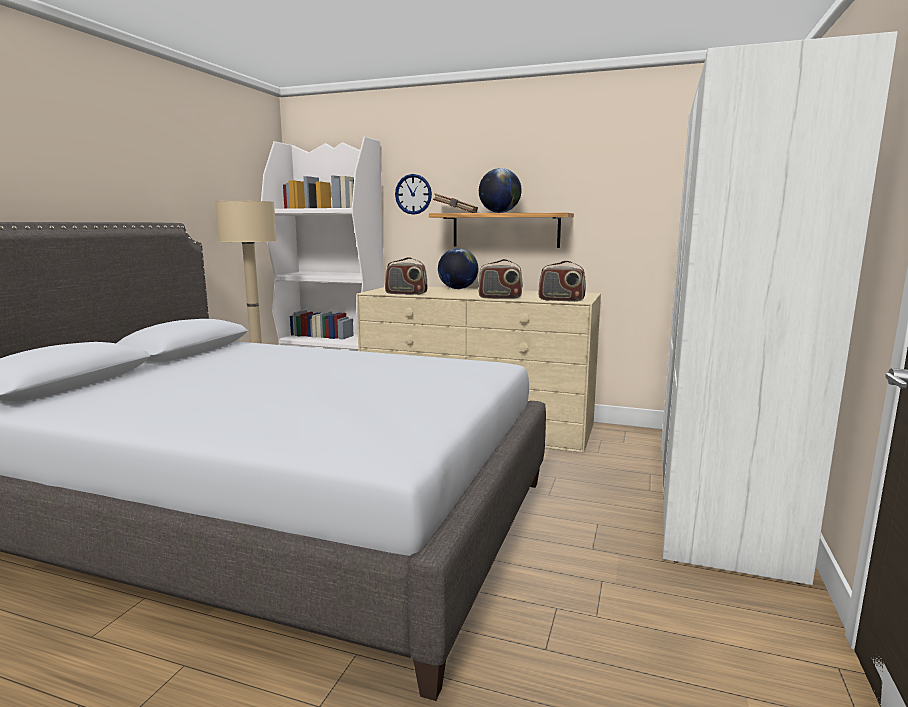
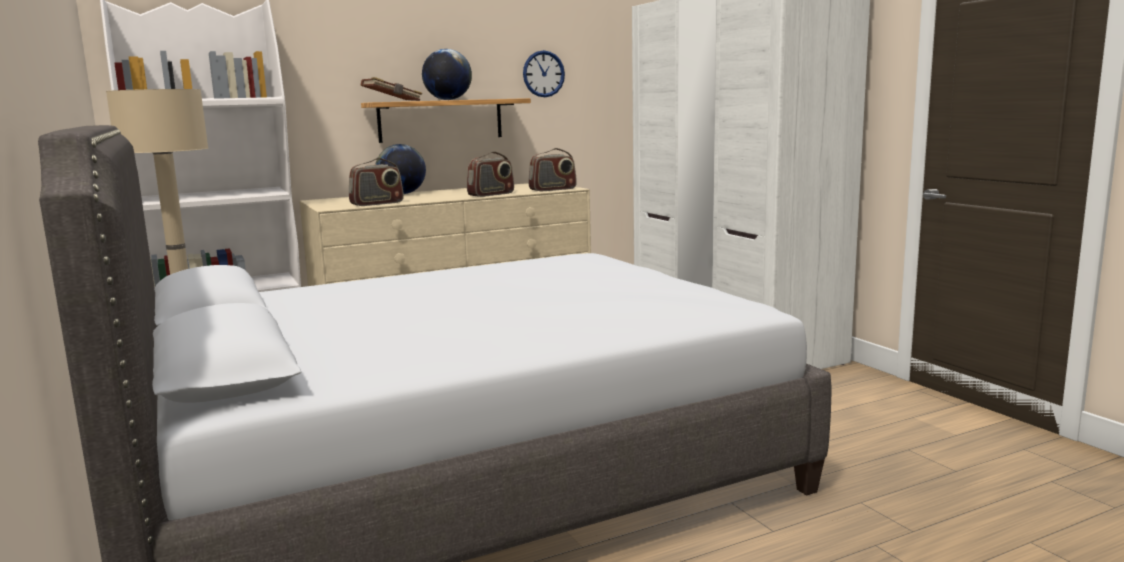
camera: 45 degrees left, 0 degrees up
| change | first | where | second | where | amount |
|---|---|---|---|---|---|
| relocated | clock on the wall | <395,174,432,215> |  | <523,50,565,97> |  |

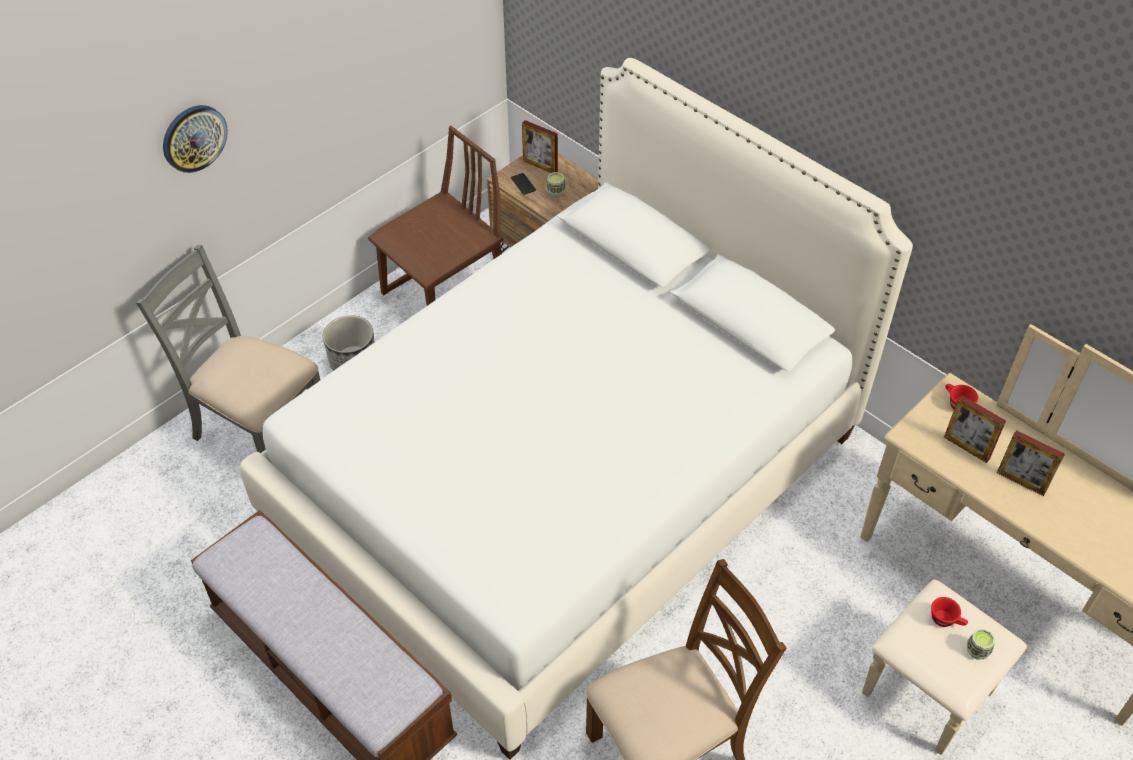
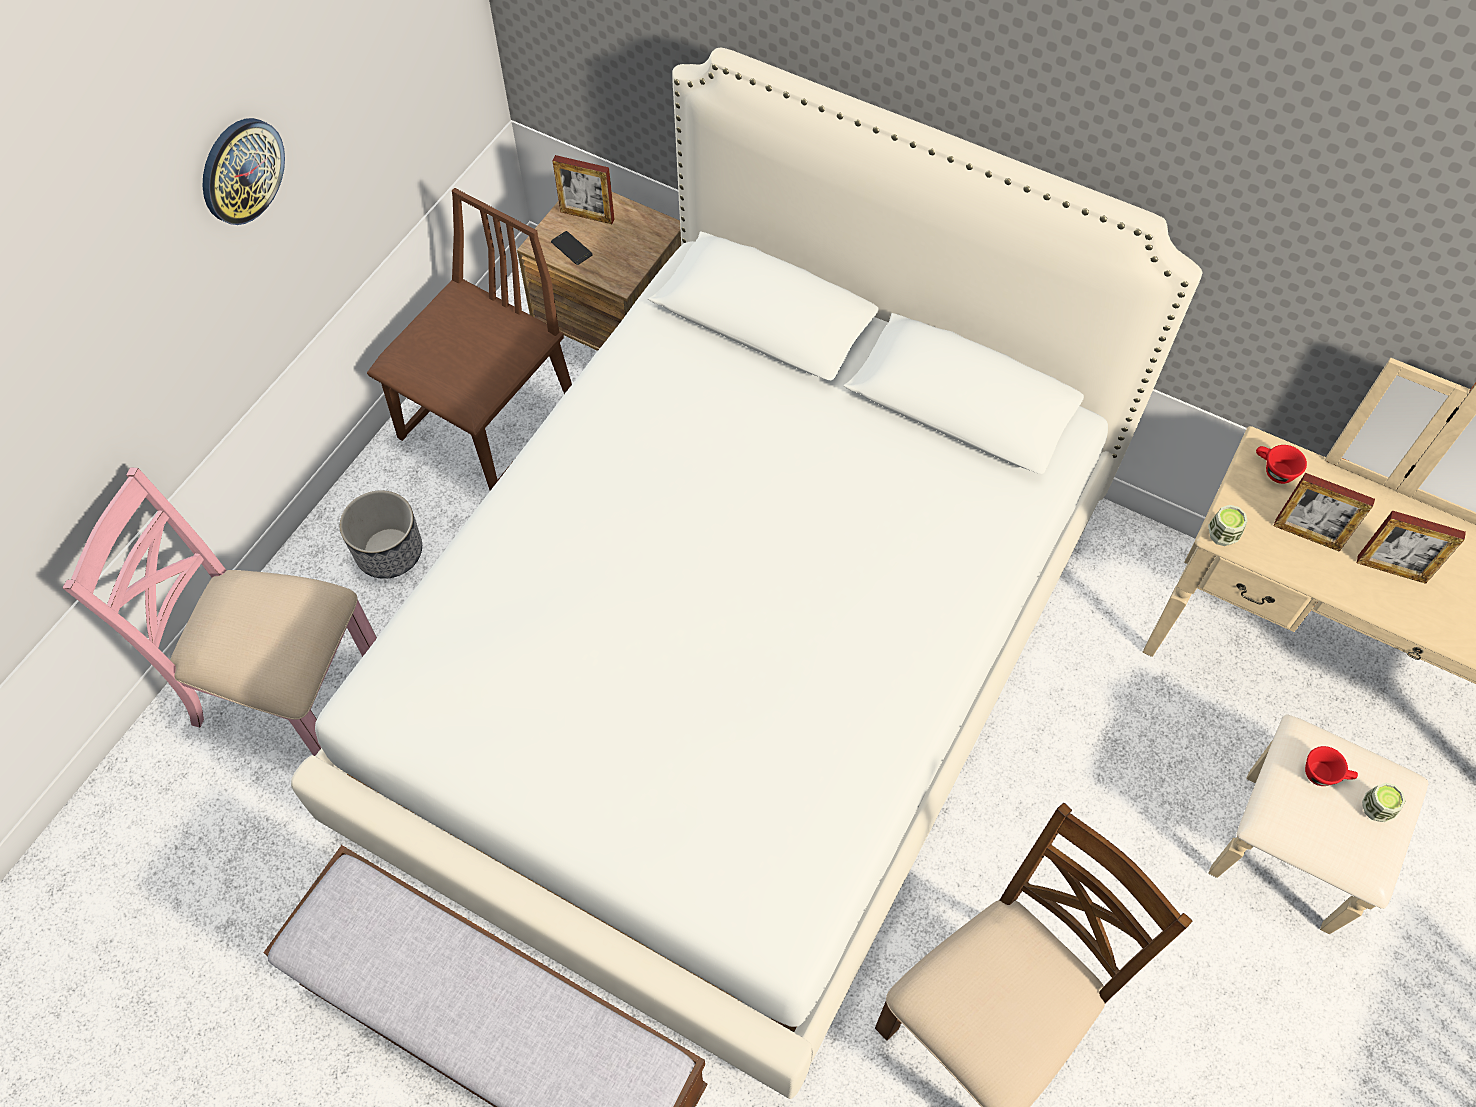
camera: 15 degrees left, 10 degrees up
| change | first | where | second | where | amount |
|---|---|---|---|---|---|
| relocated | clock on the wall | <163,105,228,173> |  | <202,118,285,225> |  |
| relocated | cup | <546,172,566,198> |  | <1208,505,1248,546> |  |
| colour | upright chair/greyish | <136,245,320,453> | upright chair/pinkish | <62,468,377,756> |  |

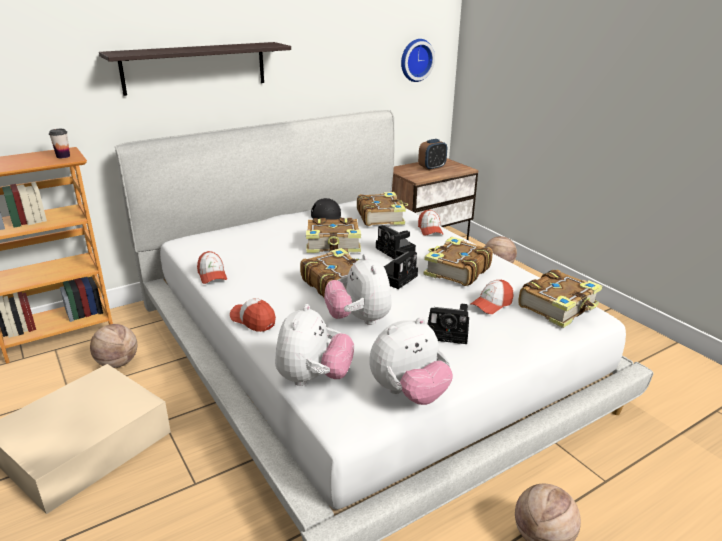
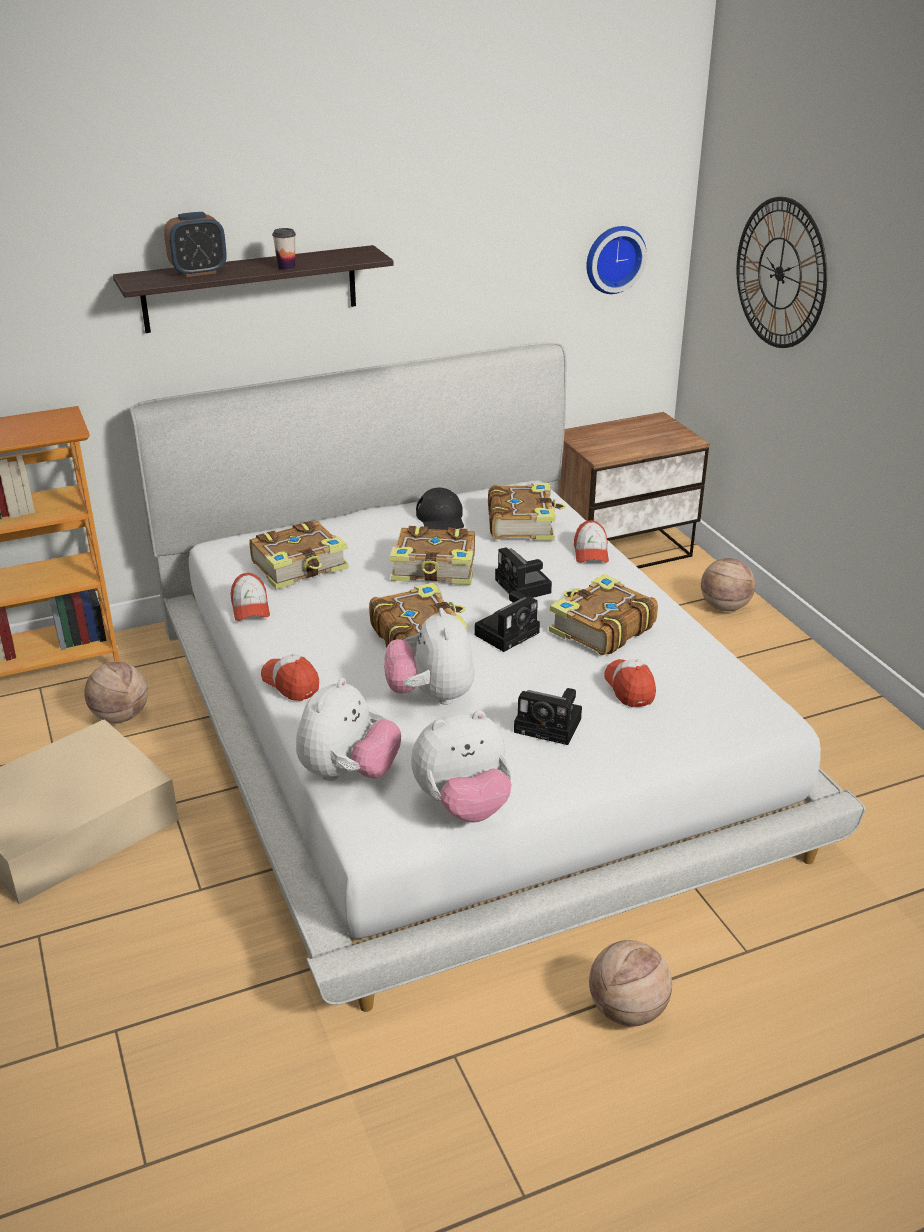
camera: 10 degrees right, 5 degrees up
| change | first | where | second | where | amount |
|---|---|---|---|---|---|
| relocated | cup | <49,129,70,158> |  | <272,228,296,270> |  |
| relocated | table clock | <418,139,447,171> |  | <164,212,227,277> |  |
| relocated | book | <518,269,602,328> |  | <249,521,349,590> |  |
| spun | peaked cap | <470,280,513,314> |  | <604,659,656,707> | 105 degrees clockwise |
| appeared |  |  | clock on the wall | <737,197,827,348> |  |

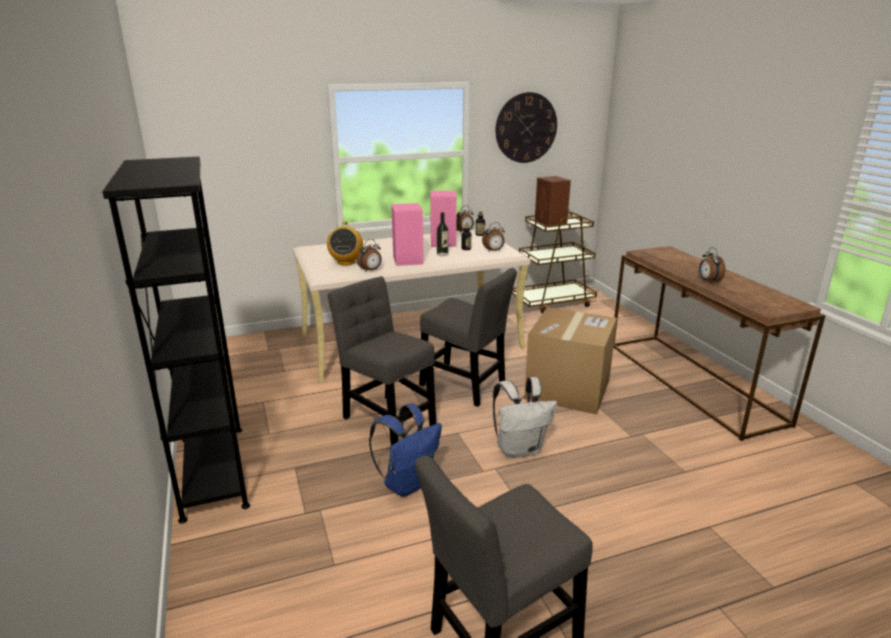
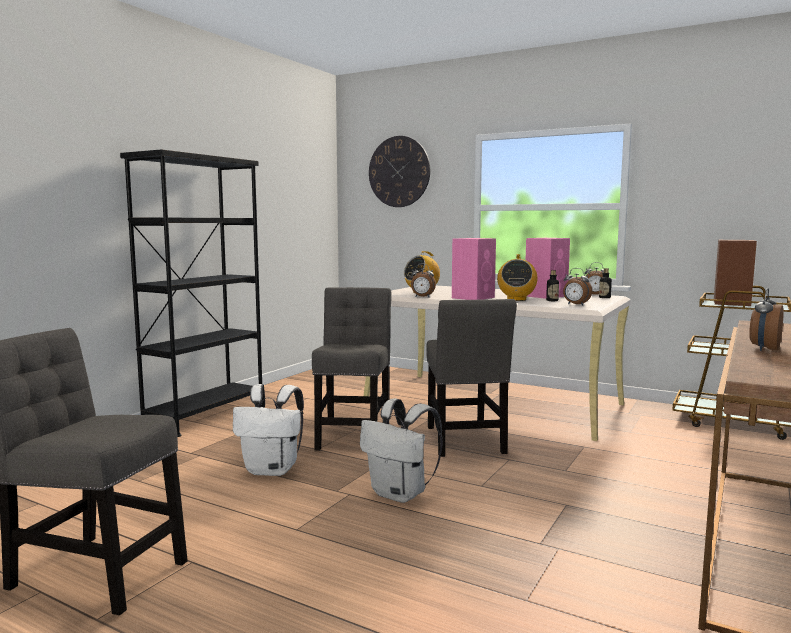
camera: 50 degrees right, 15 degrees down
| change | first | where | second | where | amount |
|---|---|---|---|---|---|
| relocated | clock on the wall | <495,92,557,163> |  | <369,136,430,207> |  |
| exchanged | beverage bottle | <437,212,448,256> | radio receiver | <497,254,538,301> |  |
| missing | cardboard box | <524,307,617,415> |  |  |  |
| colour | backpack/bluish | <369,403,442,497> | backpack/white-coloured | <233,384,304,476> |  |

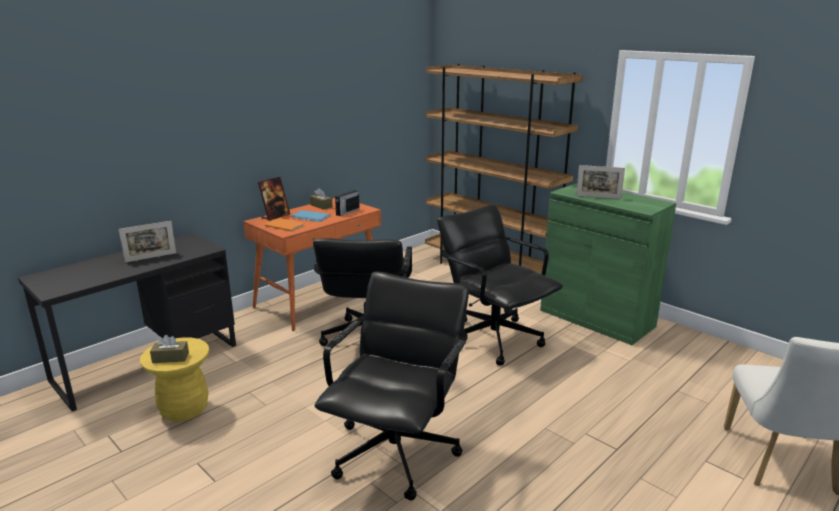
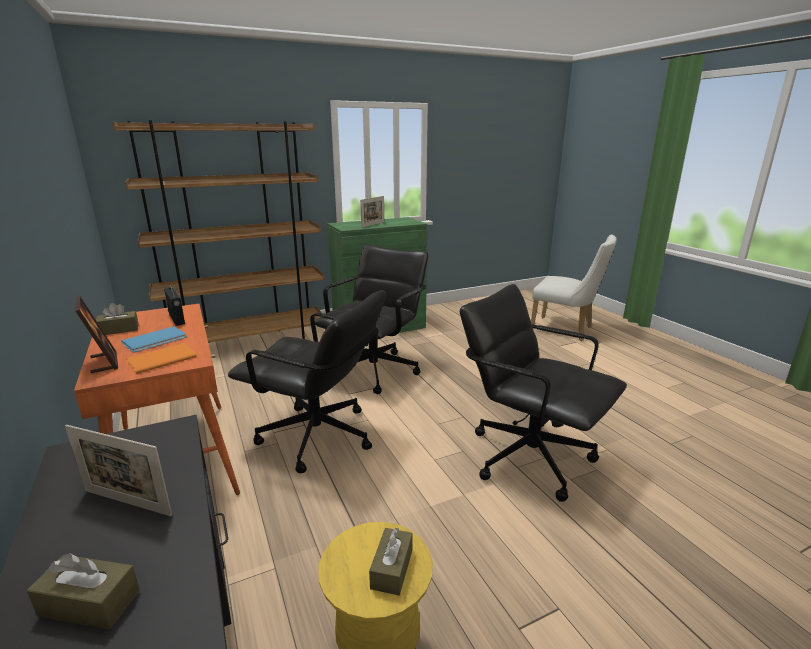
camera: 70 degrees left, 0 degrees up
| change | first | where | second | where | amount |
|---|---|---|---|---|---|
| spun | desk chair/black-coloured | <437,204,563,365> |  | <315,245,428,394> | 135 degrees clockwise |
| spun | photo frame | <118,221,176,263> |  | <65,425,172,516> | 120 degrees clockwise |
| appeared |  |  | tissue box/brown | <27,553,140,629> |  |

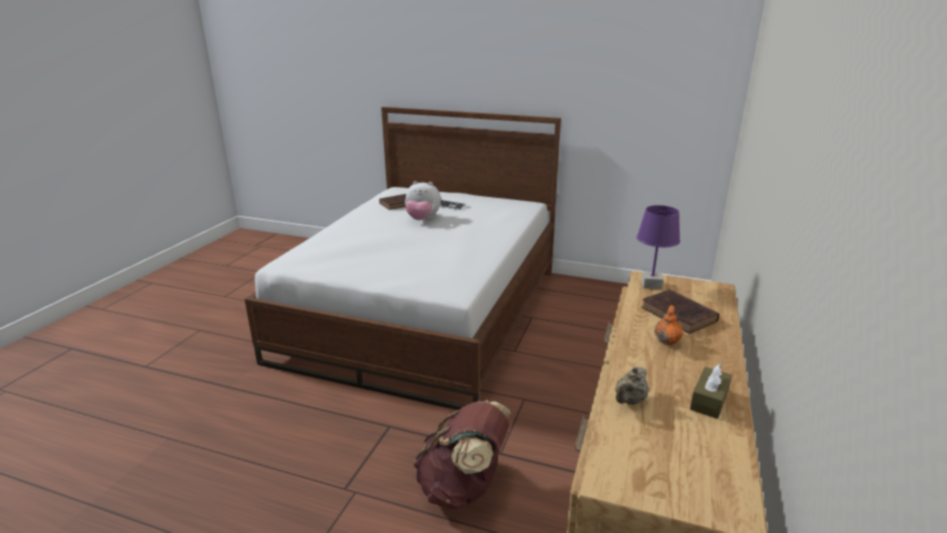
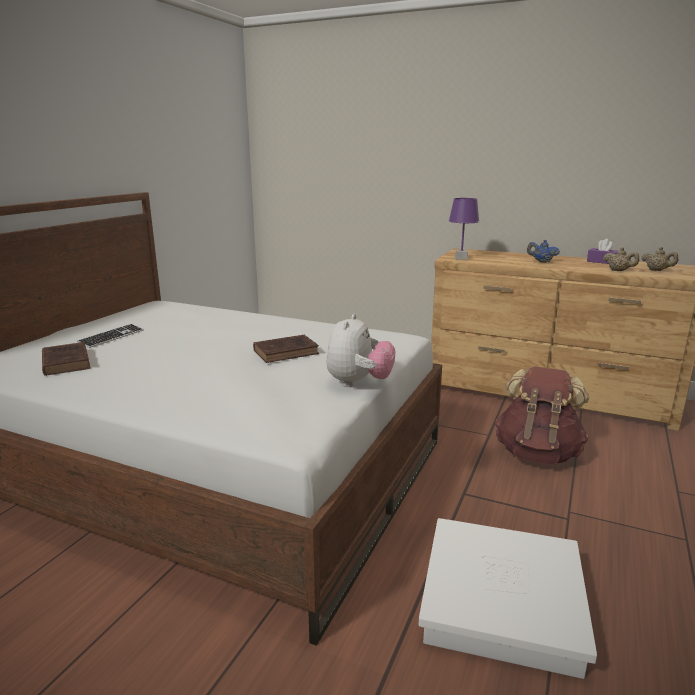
camera: 85 degrees left, 5 degrees down
| change | first | where | second | where | amount |
|---|---|---|---|---|---|
| relocated | cuddly toy | <405,181,441,220> |  | <326,314,395,387> |  |
| relocated | book/brown | <641,289,719,334> |  | <253,335,319,363> |  |
| colour | tea pot/orange-coloured | <654,305,683,346> | tea pot/bluish | <527,240,560,263> |  |
| colour | tissue box/brown | <690,364,732,419> | tissue box/purplish | <587,239,618,264> |  |
| appeared |  |  | tea pot/beige | <641,247,678,271> |  |
| appeared |  |  | storage bin/white-coloured | <419,518,597,679> |  |

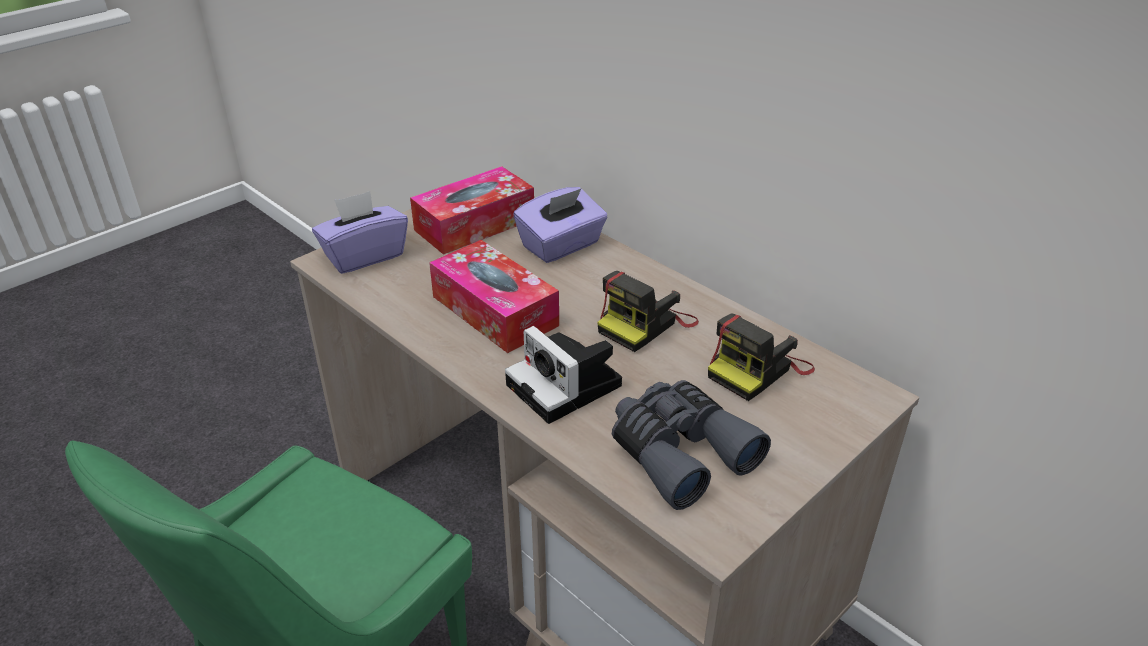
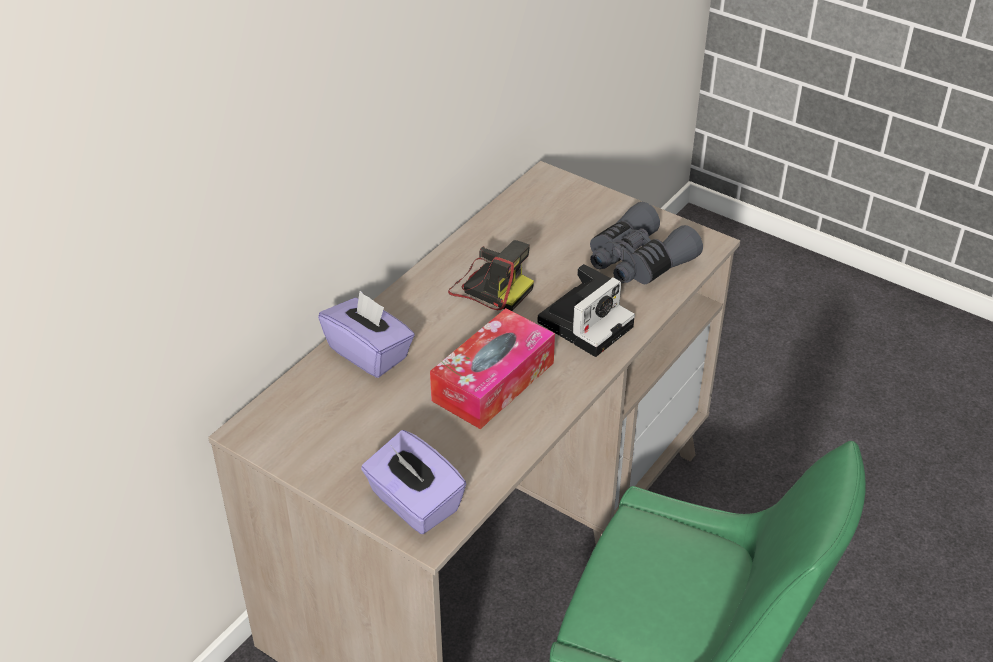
camera: 100 degrees left, 5 degrees up
| change | first | where | second | where | amount |
|---|---|---|---|---|---|
| missing | tissue box | <410,166,534,255> |  |  |  |
| missing | still camera | <708,313,815,401> |  |  |  |

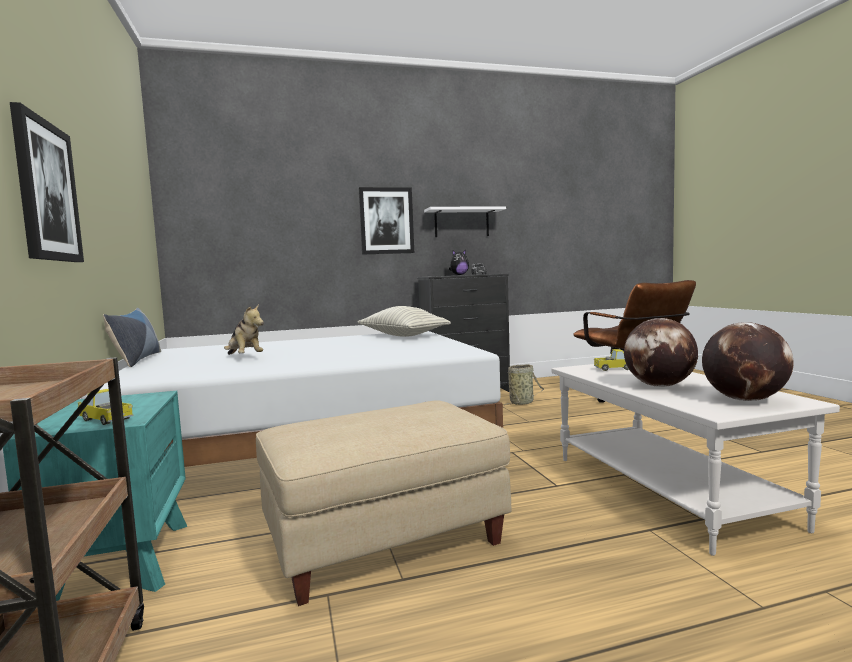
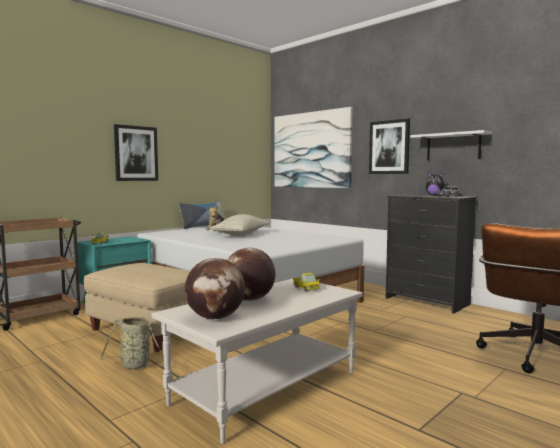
camera: 60 degrees right, 0 degrees up
| change | first | where | second | where | amount |
|---|---|---|---|---|---|
| relocated | pillow | <358,306,451,337> |  | <210,214,269,236> |  |
| relocated | household basket | <504,364,544,405> |  | <100,317,175,369> |  |
| appeared |  |  | picture | <274,107,352,188> |  |

